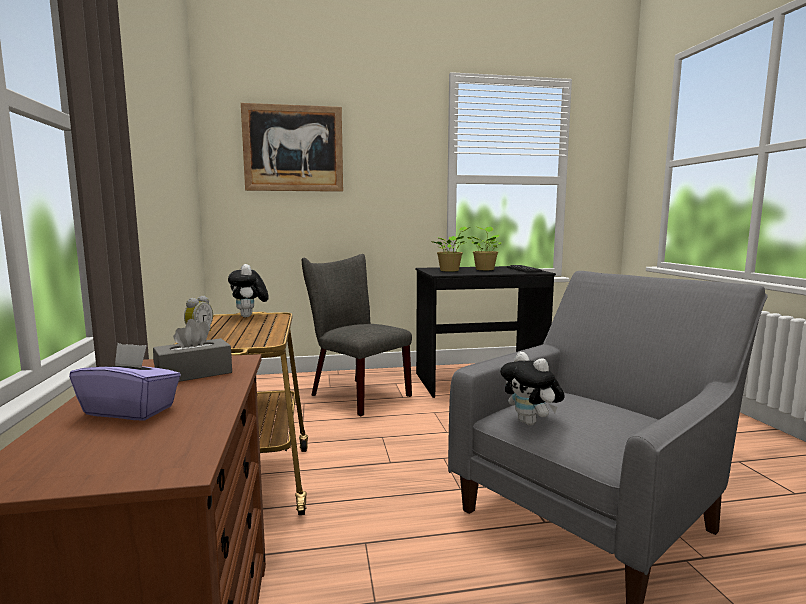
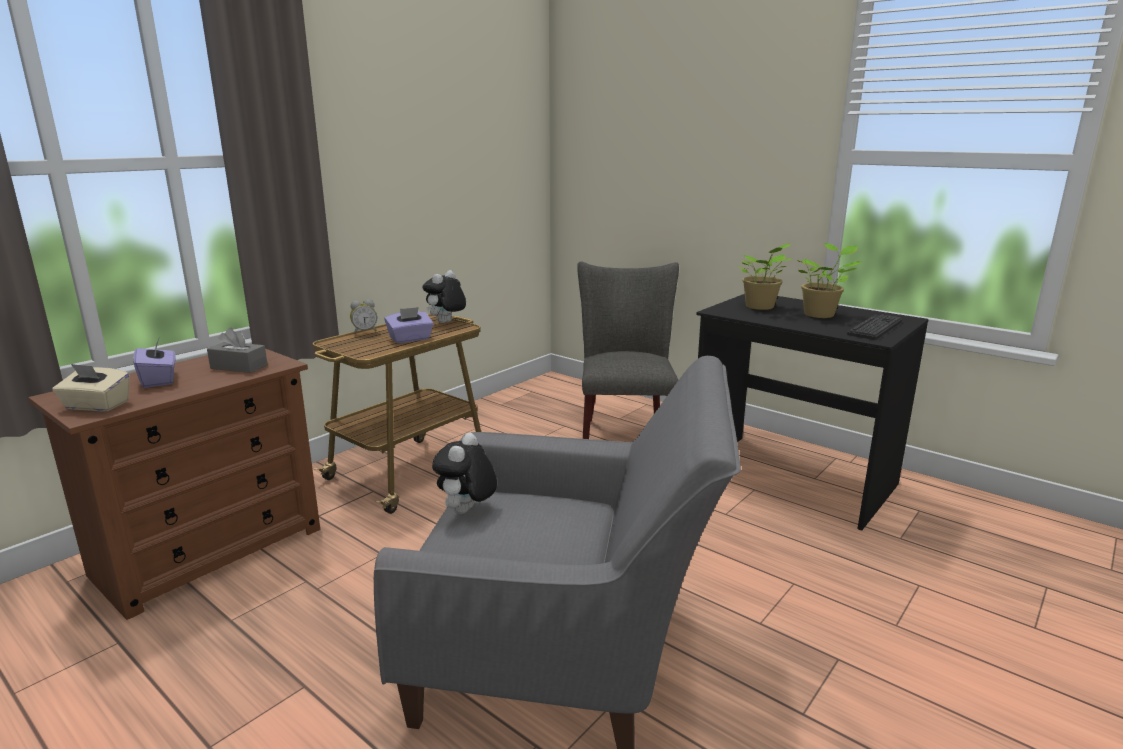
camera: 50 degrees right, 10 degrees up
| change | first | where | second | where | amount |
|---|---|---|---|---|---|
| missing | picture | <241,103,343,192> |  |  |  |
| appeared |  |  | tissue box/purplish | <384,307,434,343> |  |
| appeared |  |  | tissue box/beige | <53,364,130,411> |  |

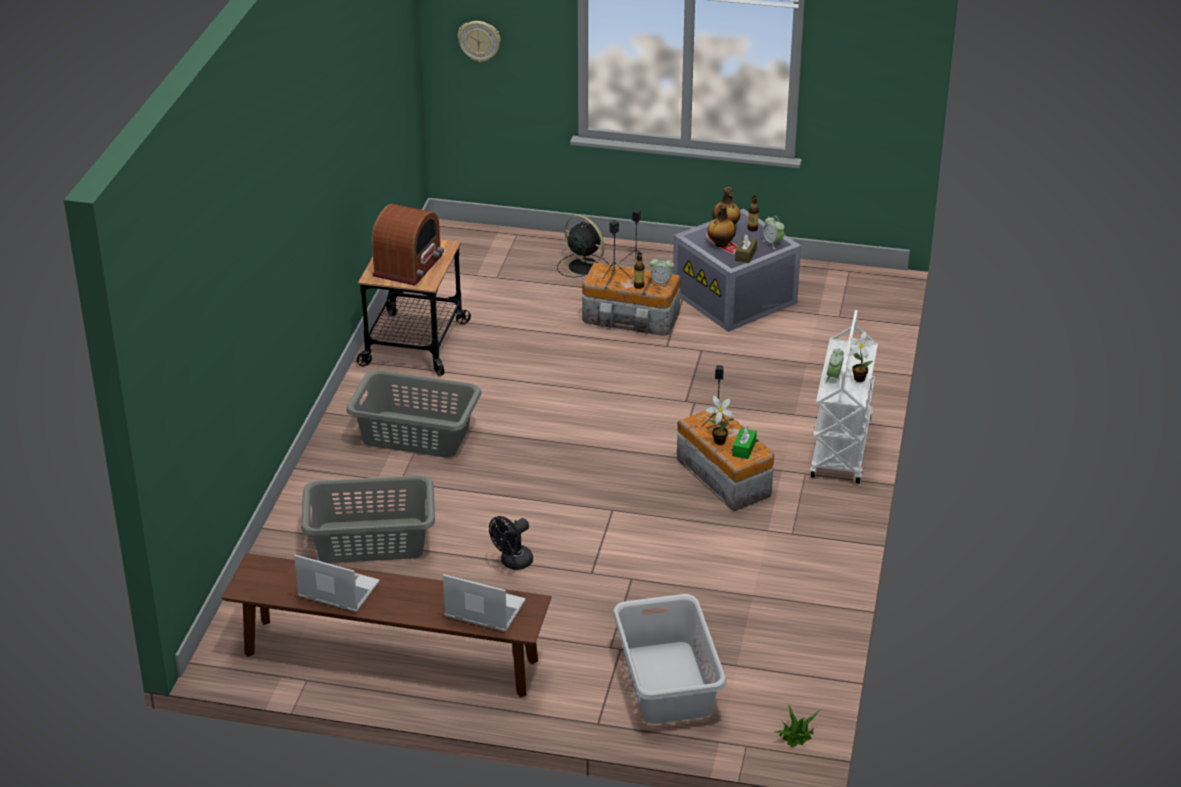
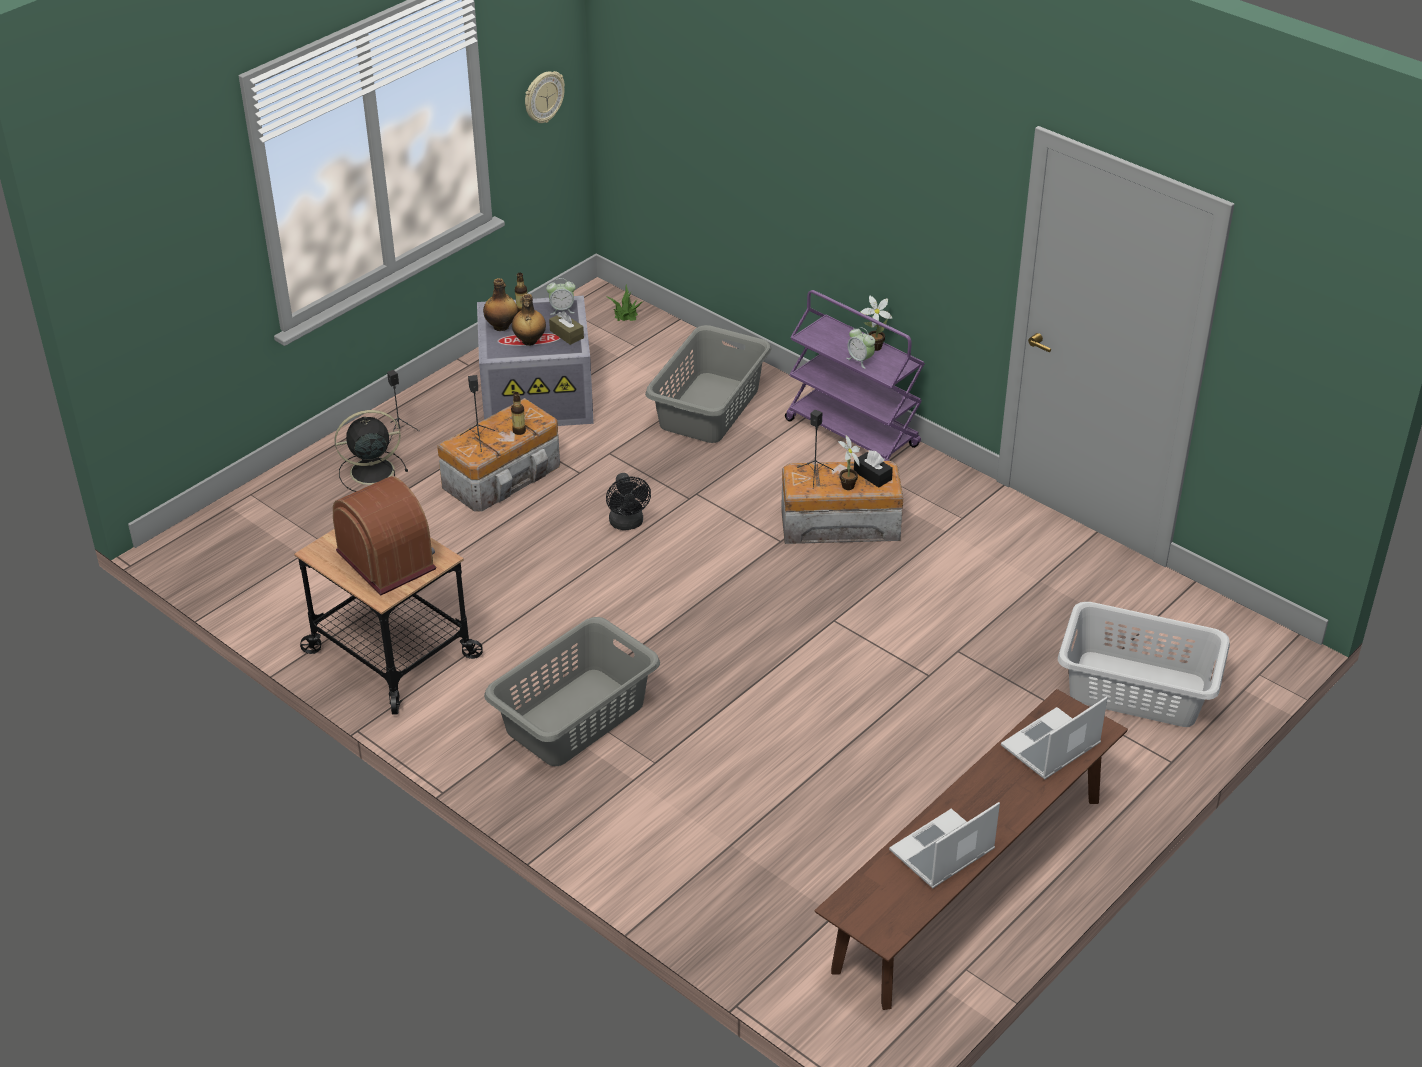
camera: 60 degrees left, 5 degrees up
| change | first | where | second | where | amount |
|---|---|---|---|---|---|
| relocated | clock on the wall | <458,21,501,62> |  | <525,71,565,123> |  |
| missing | table clock | <650,256,674,288> |  |  |  |
| colour | cart/white-coloured | <810,310,878,483> | cart/purplish | <785,290,925,461> |  |
| colour | tissue box/greenish | <732,426,757,459> | tissue box/black-coloured | <854,450,893,488> |  |
| relocated | hamper/greyish | <302,475,435,563> |  | <645,325,772,443> |  |
| relocated | fan/black-coloured | <489,516,533,570> |  | <606,473,651,530> |  |
| relocated | plant in a pot | <773,705,820,748> |  | <606,285,642,321> |  |

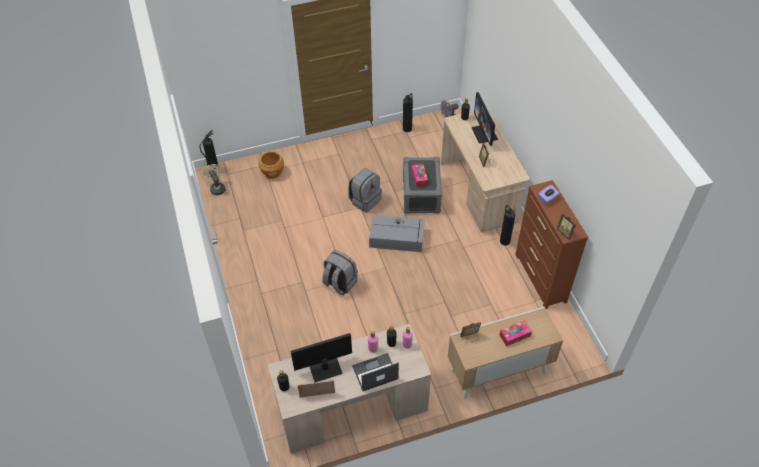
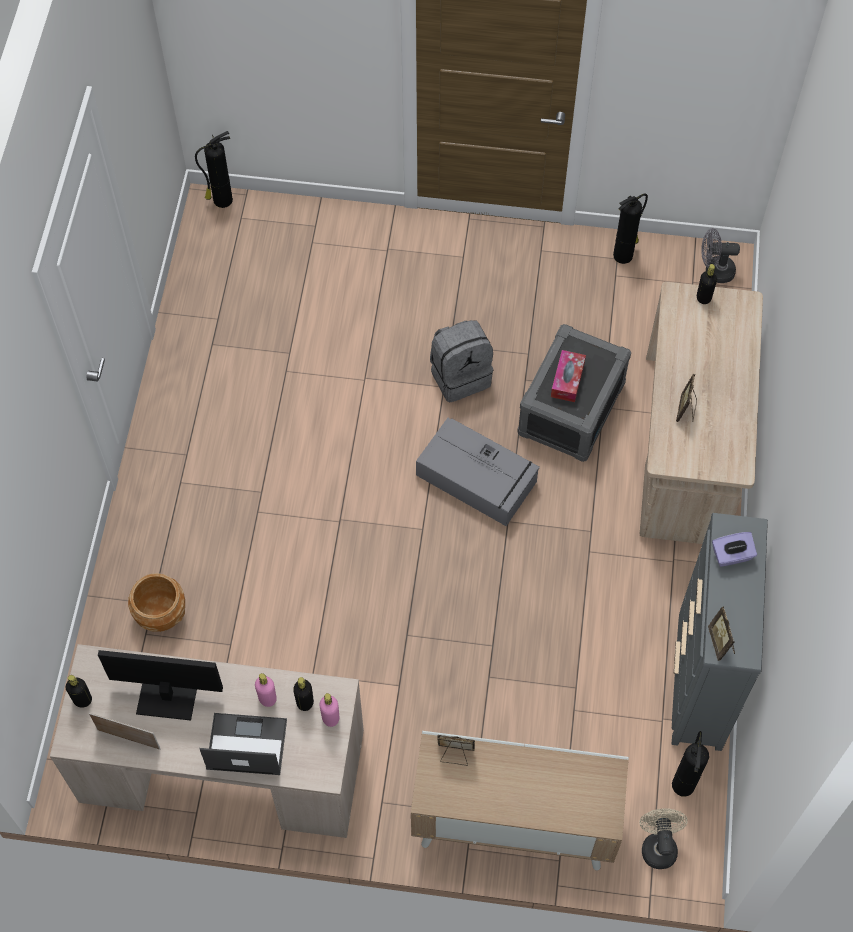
camera: 25 degrees right, 10 degrees up
| change | first | where | second | where | amount |
|---|---|---|---|---|---|
| missing | computer display | <472,92,498,146> |  |  |  |
| relocated | flower pot/brown | <259,151,284,179> |  | <128,573,185,632> |  |
| relocated | fan/beige | <202,164,225,195> |  | <639,808,688,869> |  |
| colour | chest of drawers/brown | <515,180,588,309> | chest of drawers/greyish | <672,513,768,751> |  |
| relocated | extinguisher | <500,205,516,246> |  | <672,731,709,796> |  |
| missing | backpack/greyish | <322,250,358,295> |  |  |  |
| missing | tissue box | <499,320,532,346> |  |  |  |

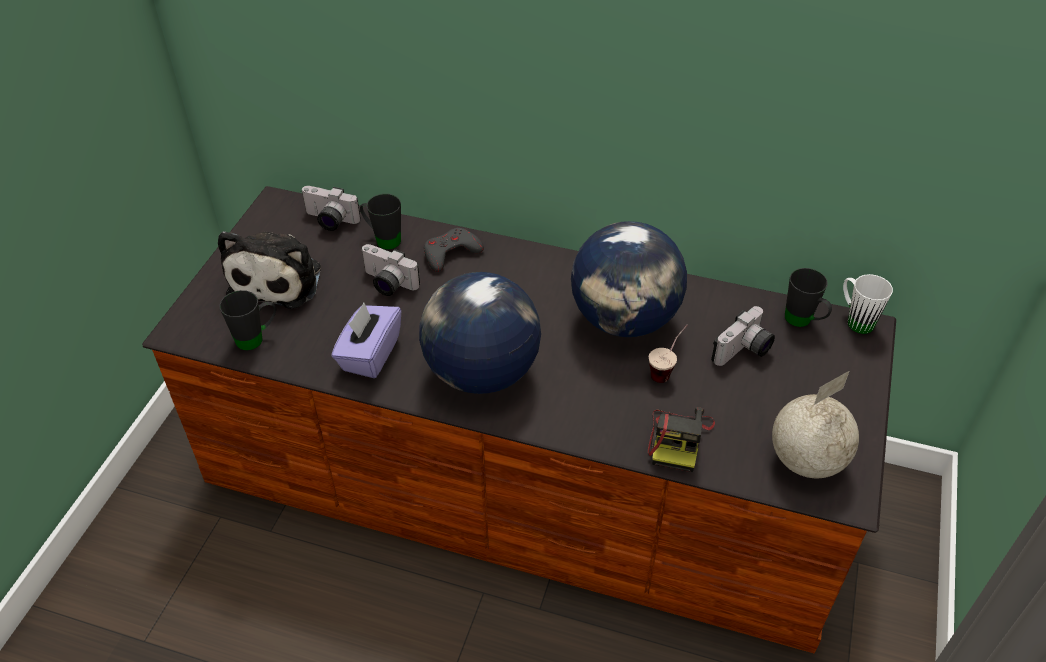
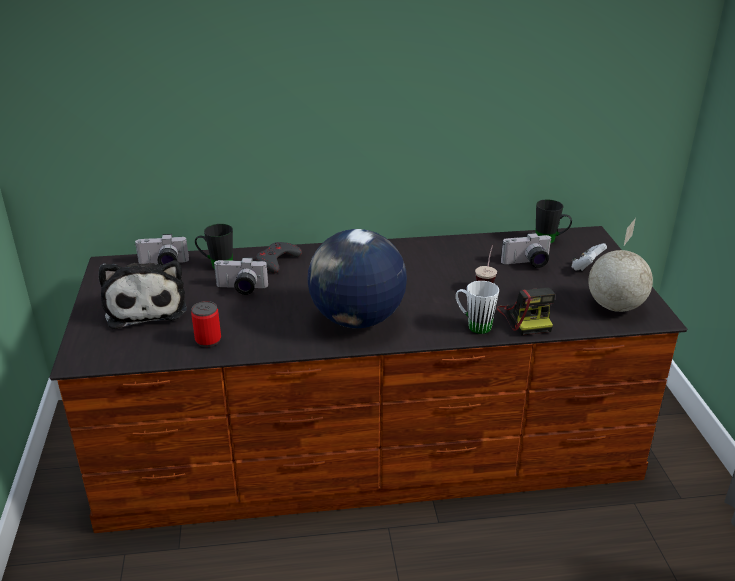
camera: 25 degrees left, 15 degrees down
| change | first | where | second | where | amount |
|---|---|---|---|---|---|
| missing | desk globe | <571,221,687,337> |  |  |  |
| relocated | tea mug/white-coloured | <843,274,893,334> |  | <456,281,499,334> |  |
| missing | tea mug/black-coloured | <220,290,276,350> |  |  |  |
| missing | tissue box/purplish | <331,303,401,378> |  |  |  |
| spun | still camera | <711,306,775,366> |  | <501,233,551,268> | 60 degrees clockwise |
| appeared |  |  | joypad/white-coloured | <571,243,607,271> |  |
| appeared |  |  | metal can | <191,301,221,347> |  |

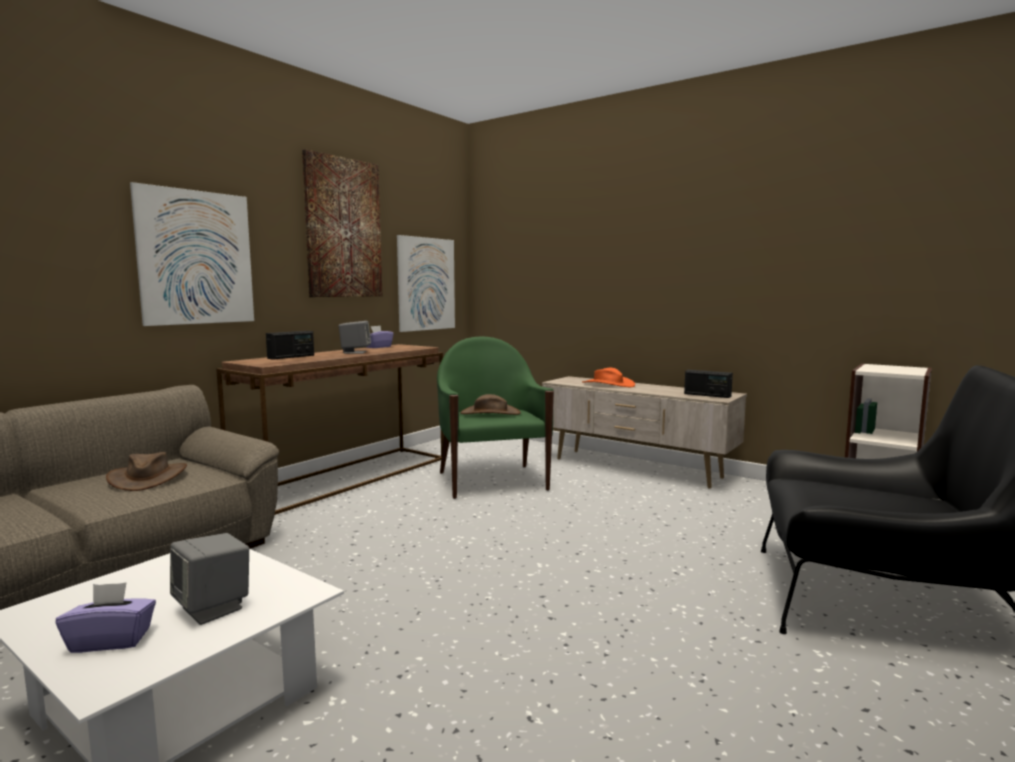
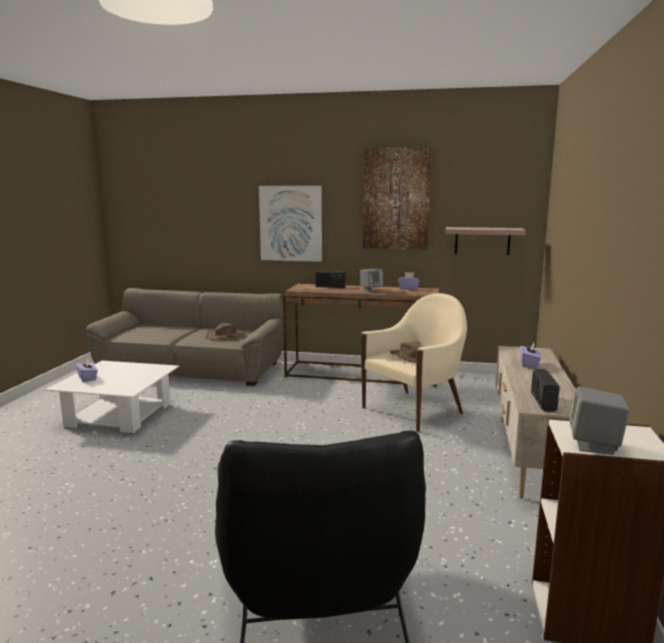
camera: 65 degrees right, 5 degrees up
| change | first | where | second | where | amount |
|---|---|---|---|---|---|
| exchanged | picture | <397,235,455,332> | shelf | <446,227,526,255> |  |
| colour | armchair/greenish | <437,337,554,499> | armchair/beige | <360,293,467,432> |  |
| exchanged | wearable hat/orange-coloured | <582,368,635,387> | tissue box/purplish | <520,343,541,368> |  |
| relocated | loudspeaker/greyish | <170,533,249,625> |  | <569,386,630,455> |  |

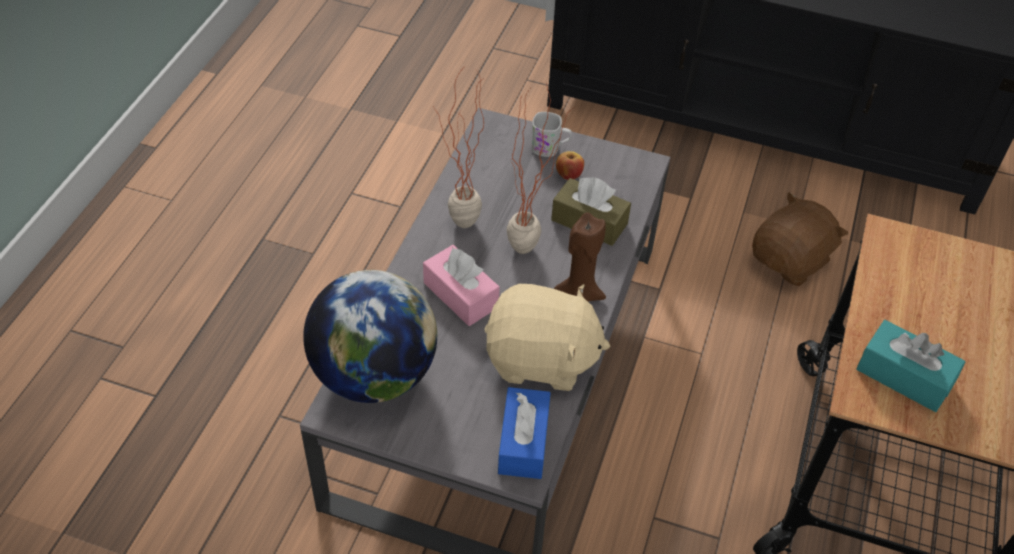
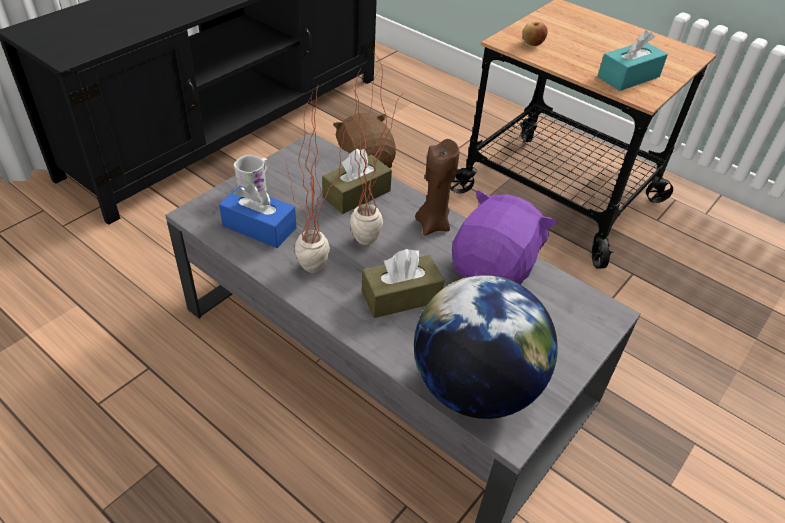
camera: 70 degrees left, 5 degrees down
| change | first | where | second | where | amount |
|---|---|---|---|---|---|
| relocated | apple | <556,151,584,180> |  | <522,22,548,46> |  |
| colour | tissue box/pinkish | <423,245,500,326> | tissue box/brown | <362,249,445,318> |  |
| colour | cuddly toy/beige | <484,284,610,391> | cuddly toy/purplish | <452,190,557,285> |  |
| relocated | tissue box/bluish | <498,387,551,479> |  | <219,184,296,248> |  |

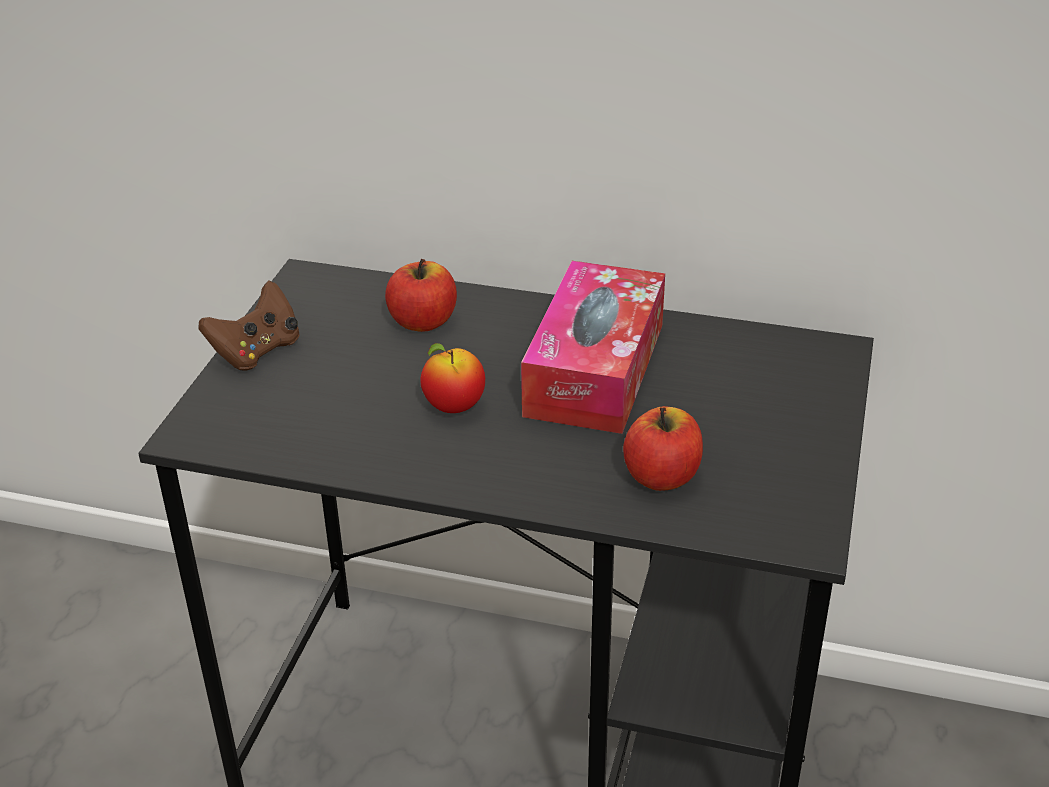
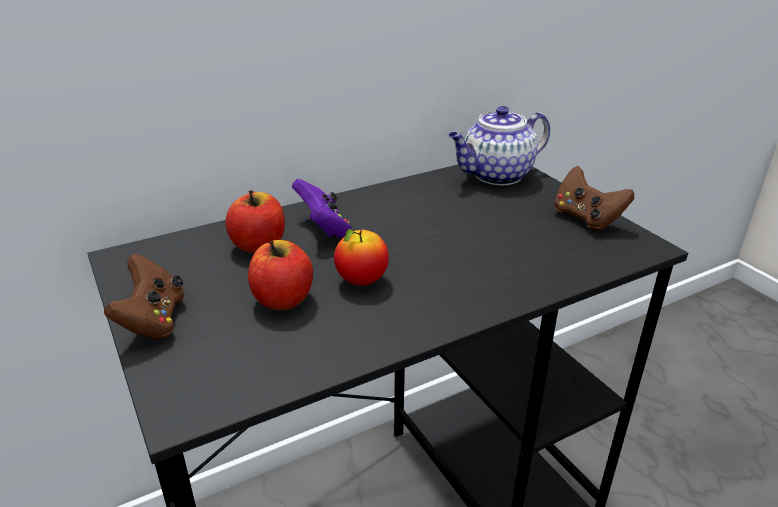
camera: 45 degrees left, 5 degrees down
| change | first | where | second | where | amount |
|---|---|---|---|---|---|
| missing | tissue box | <521,261,665,434> |  |  |  |
| relocated | apple | <623,406,703,491> |  | <248,240,313,310> |  |
| appeared |  |  | tea pot | <448,106,550,186> |  |
| appeared |  |  | joypad/brown | <554,166,634,231> |  |
| appeared |  |  | joypad/purplish | <292,179,351,238> |  |

